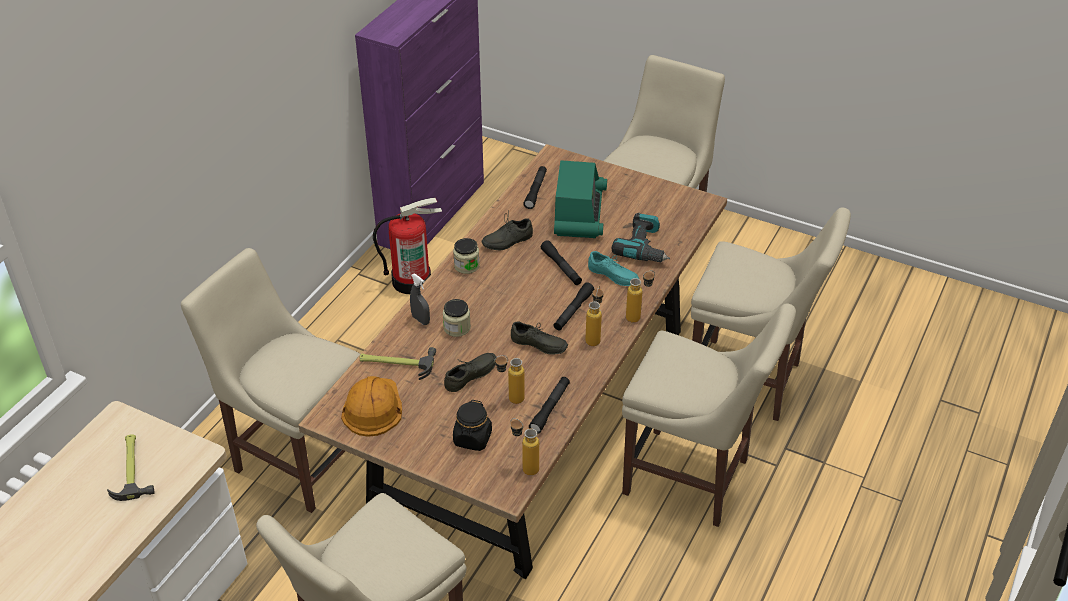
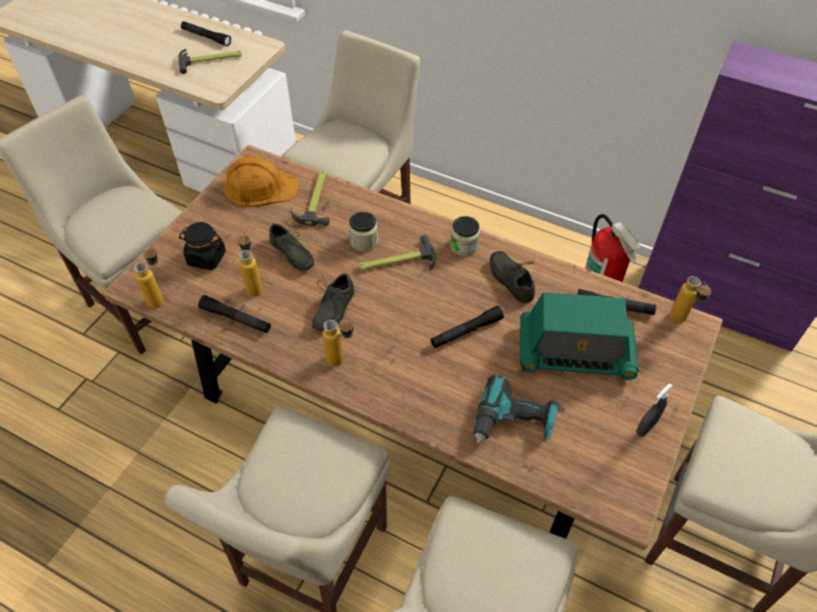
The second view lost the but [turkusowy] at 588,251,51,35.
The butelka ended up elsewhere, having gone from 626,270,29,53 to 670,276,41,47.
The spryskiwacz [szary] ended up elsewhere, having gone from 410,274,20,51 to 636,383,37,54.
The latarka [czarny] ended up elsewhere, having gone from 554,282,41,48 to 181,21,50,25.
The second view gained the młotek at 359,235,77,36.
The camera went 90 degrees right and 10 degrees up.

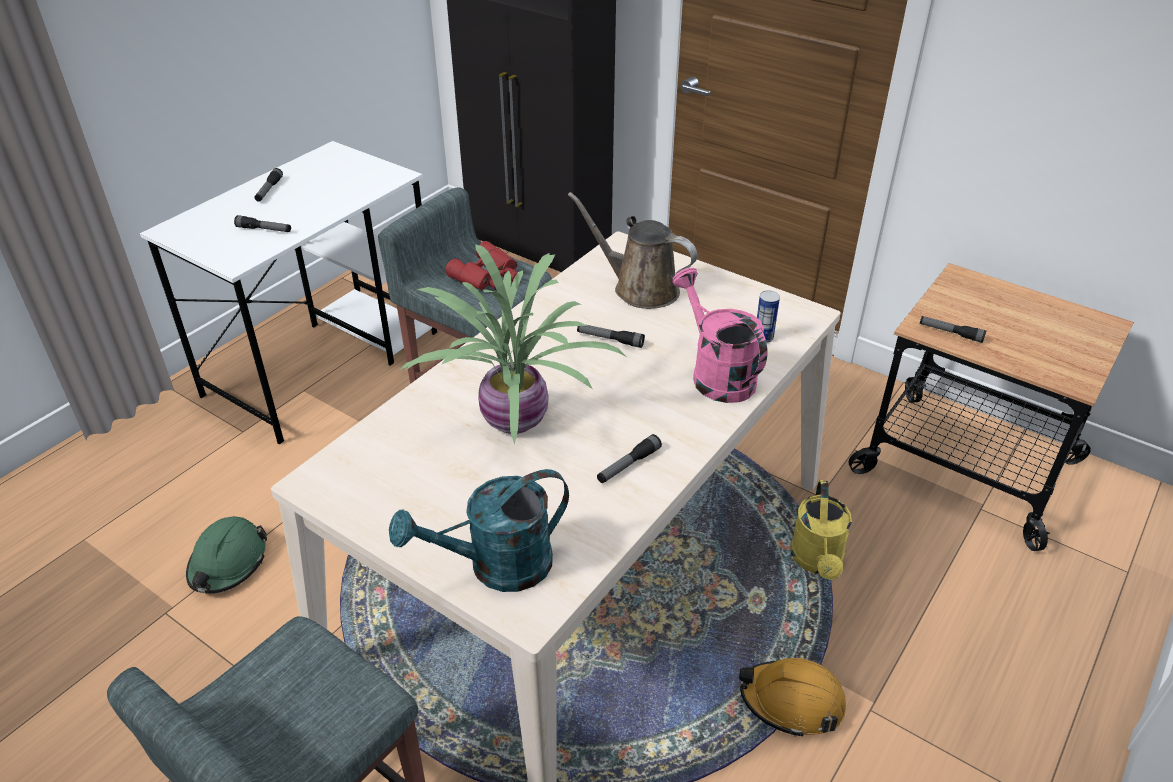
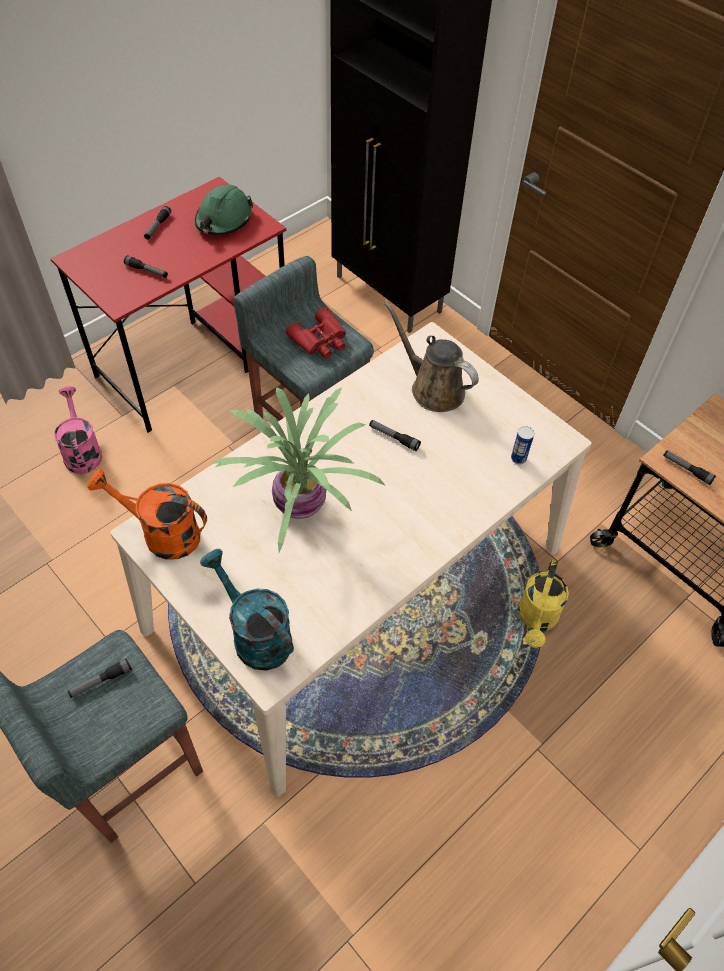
What was the biurko [biały] at 140,141,297,303 turned into the biurko [czerwony] at 50,177,236,256.
The konewka [różowy] ended up elsewhere, having gone from 672,268,95,135 to 54,386,48,88.
The latarka ended up elsewhere, having gone from 597,434,65,49 to 67,658,65,40.
The konewka [turkusowy] at 389,469,180,123 ended up facing another way, 60 degrees clockwise from before.
The kask [zielony] ended up elsewhere, having gone from 186,516,81,78 to 195,184,58,51.
The second view lost the kask [pomarańczowy] at 739,658,107,79.
The second view gained the konewka [pomarańczowy] at 87,469,120,91.
The camera went 10 degrees right and 15 degrees up.

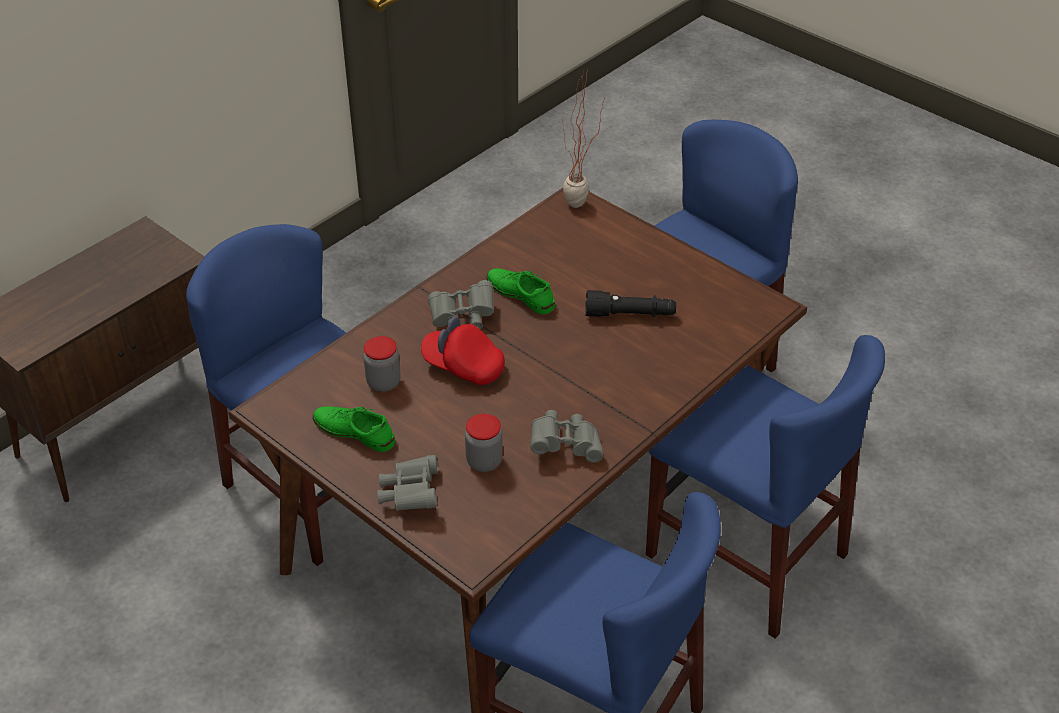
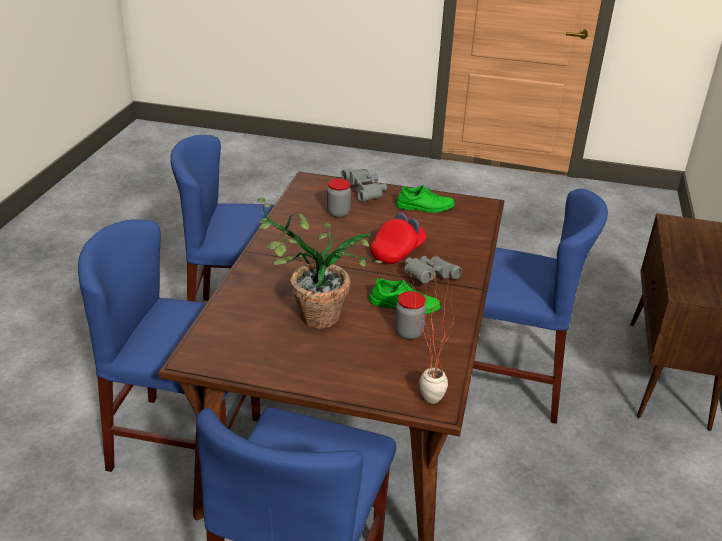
Where the latarka [czarny] stood at 585,290,91,28, the roślina doniczkowa came to stand at 257,198,125,131.
The czapka z daszkiem [czerwony] at 421,316,84,69 ended up facing another way, 45 degrees counterclockwise from before.
The słoik ended up elsewhere, having gone from 363,336,38,56 to 395,291,31,49.
The second view lost the lornetka [szary] at 530,410,74,53.
The camera went 150 degrees right and 10 degrees down.

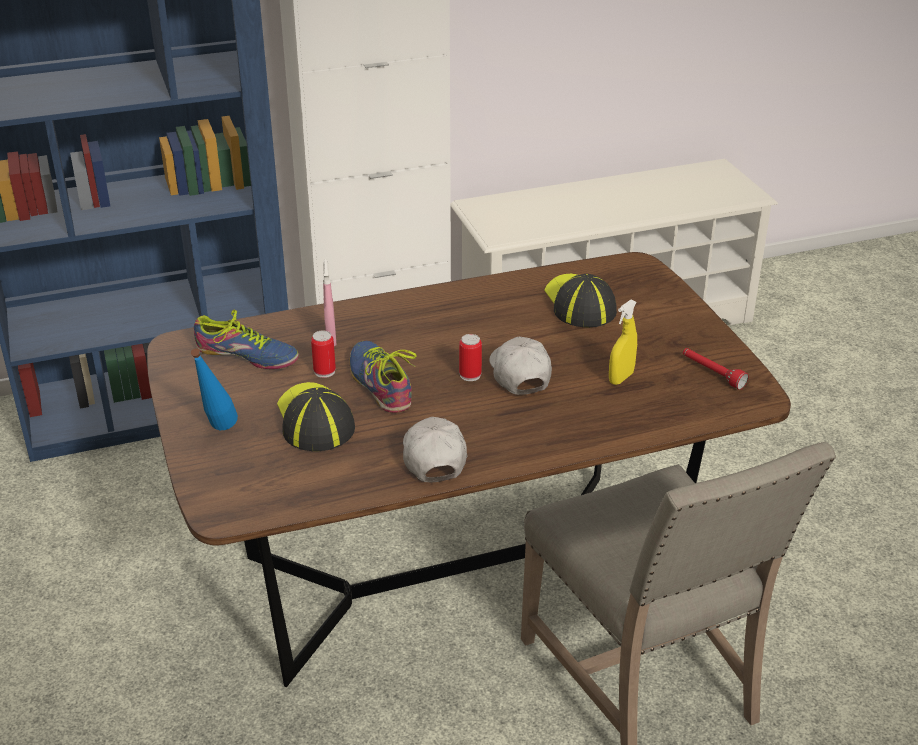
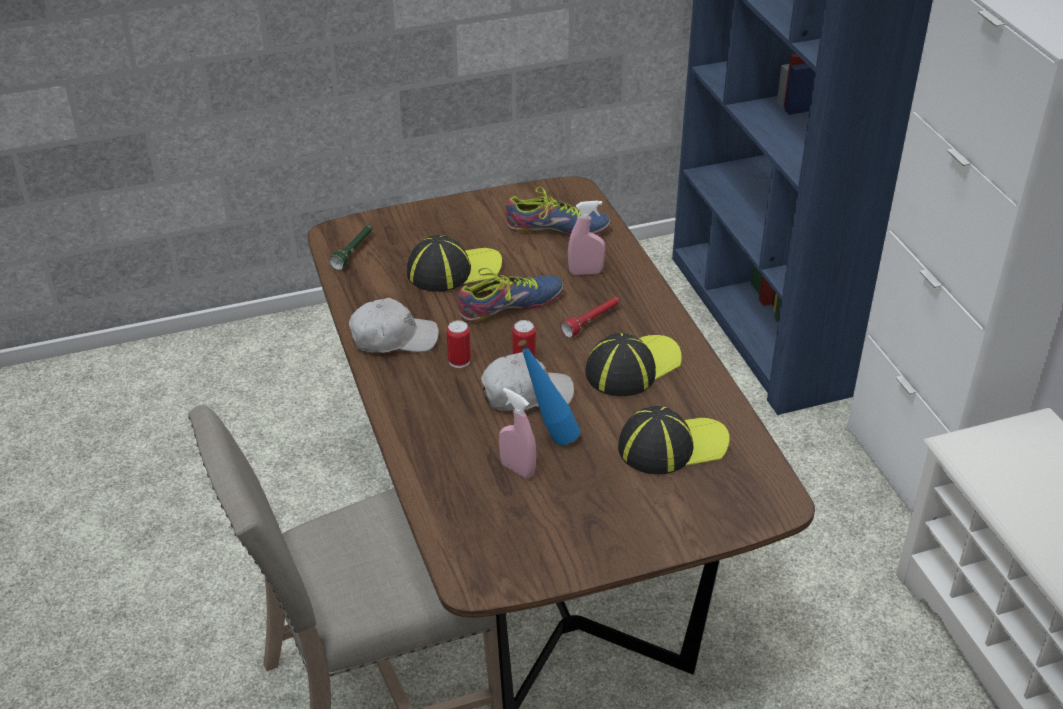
What was the spryskiwacz [żółty] at 609,300,28,85 turned into the spryskiwacz [różowy] at 499,388,37,90.
The but at 194,309,105,60 ended up facing another way, 105 degrees counterclockwise from before.
The puszka ended up elsewhere, having gone from 311,331,25,47 to 446,320,25,48.
The butelka [niebieski] ended up elsewhere, having gone from 191,348,47,82 to 518,340,62,105.
The latarka [czerwony] ended up elsewhere, having gone from 683,348,66,42 to 560,297,60,41.
The second view gained the latarka [zielony] at 329,225,44,45.
The second view gained the czapka z daszkiem at 585,333,97,63.
The camera went 90 degrees right and 5 degrees up.

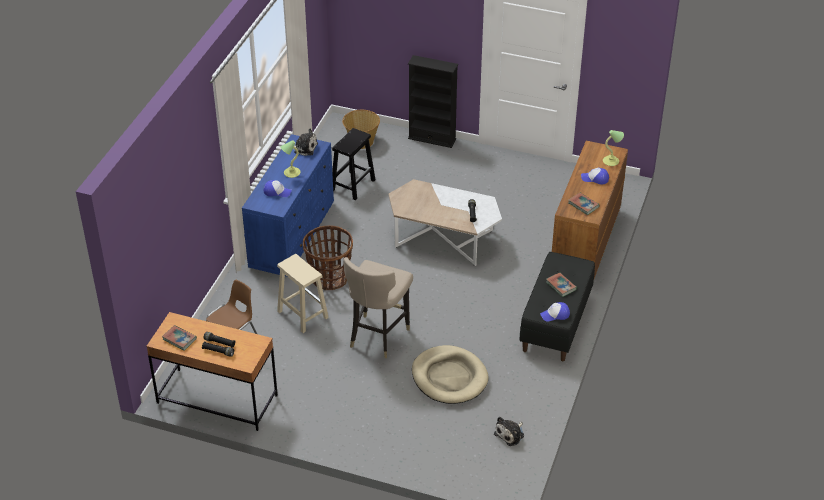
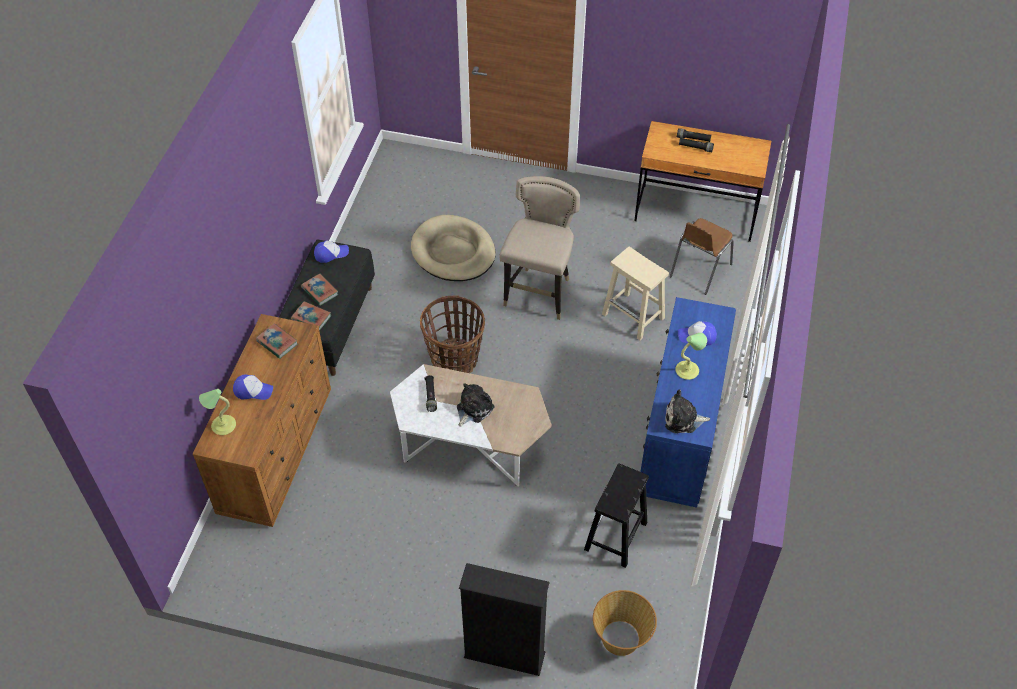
The koszyk ended up elsewhere, having gone from 303,225,50,65 to 420,295,65,78.
The książka ended up elsewhere, having gone from 162,325,35,25 to 291,301,40,30.
The pluszak ended up elsewhere, having gone from 494,417,30,29 to 457,383,37,44.
The camera went 175 degrees right and 10 degrees up.

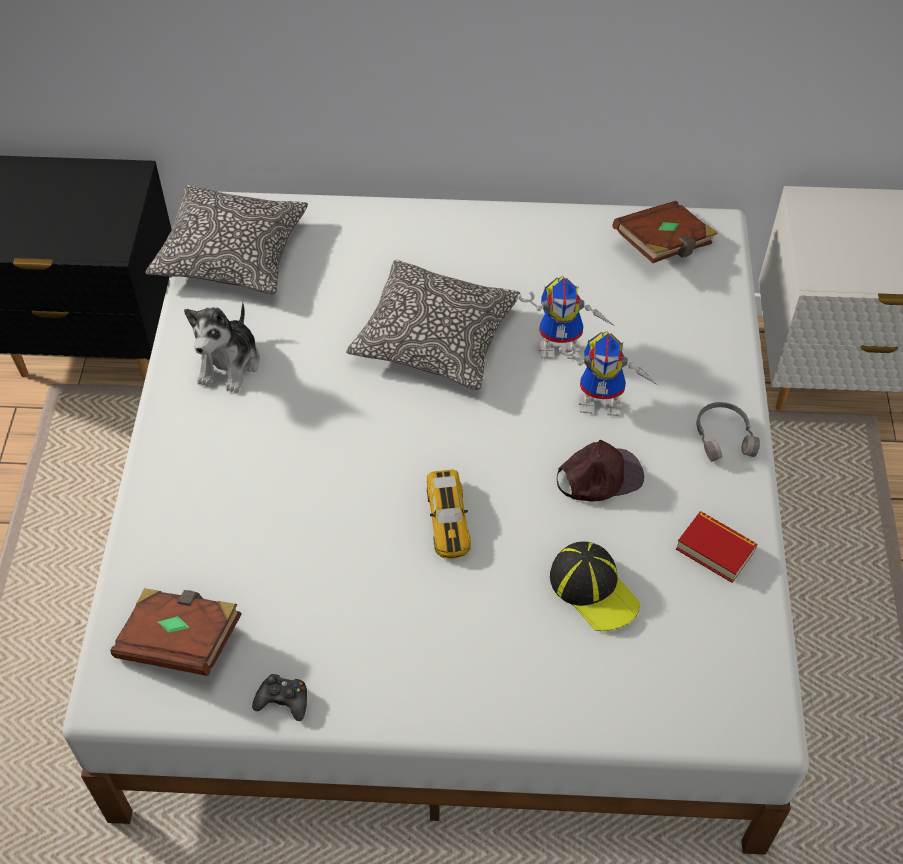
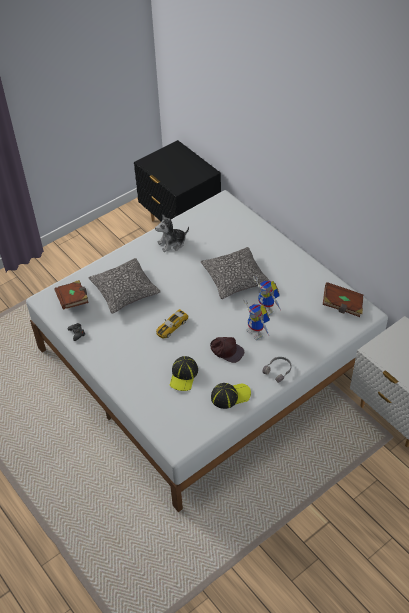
The poduszka ended up elsewhere, having gone from 145,185,163,109 to 89,258,72,56.
Where the książka stood at 676,511,81,72, the czapka z daszkiem came to stand at 211,383,40,26.
The camera went 50 degrees right and 5 degrees down.

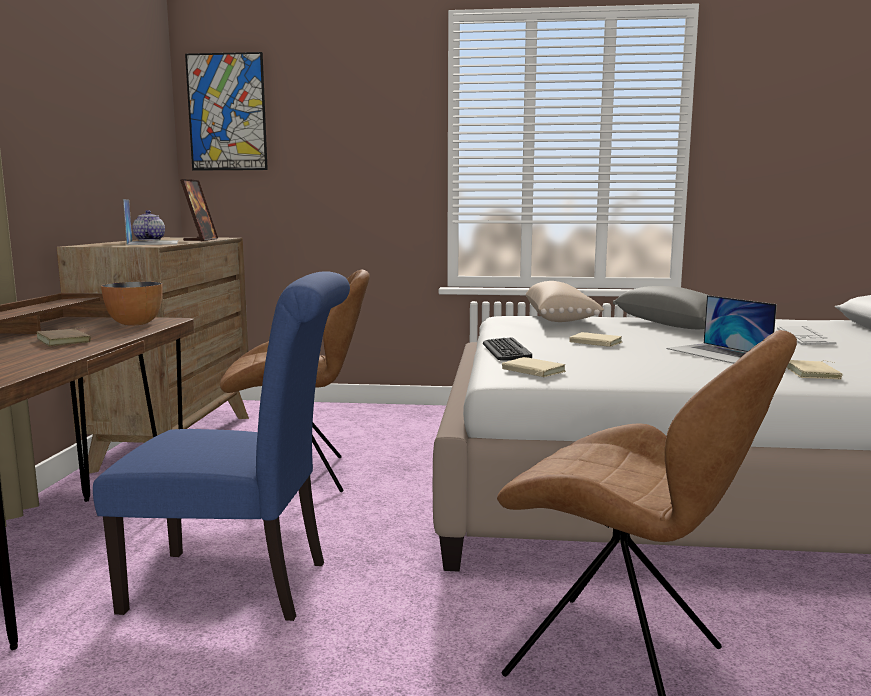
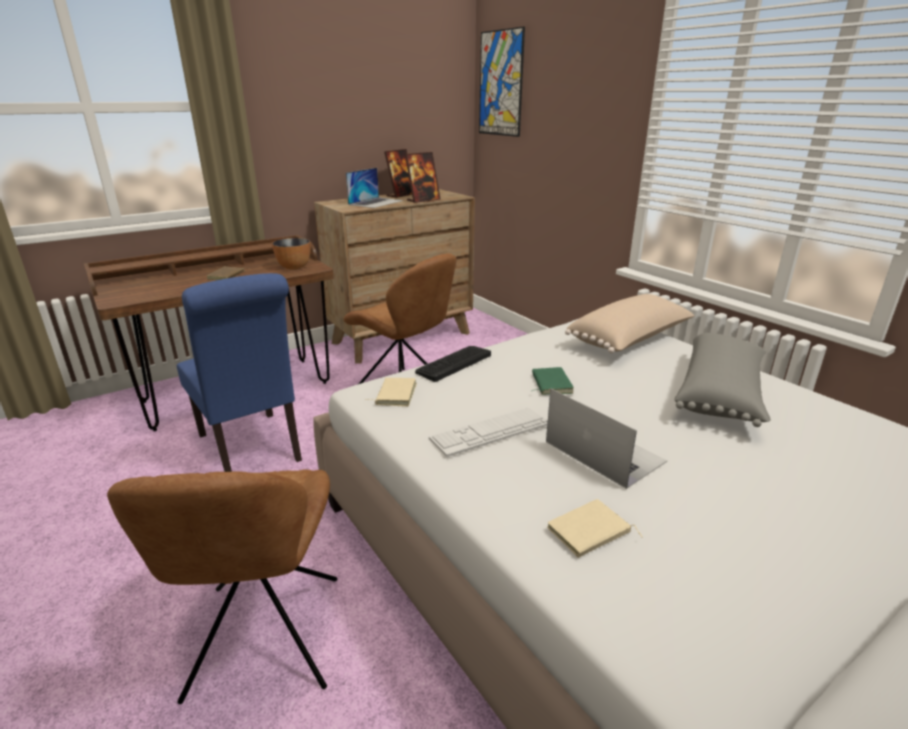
Where the imbryk stood at 133,210,32,30, the ramka na zdjęcie came to stand at 384,149,28,49.
The laptop at 666,295,111,69 ended up facing another way, 120 degrees clockwise from before.
The klawiatura ended up elsewhere, having gone from 777,326,59,19 to 429,408,119,49.
What was the książka [beżowy] at 569,332,53,15 turned into the książka [zielony] at 532,367,42,28.
The camera went 50 degrees right and 15 degrees up.

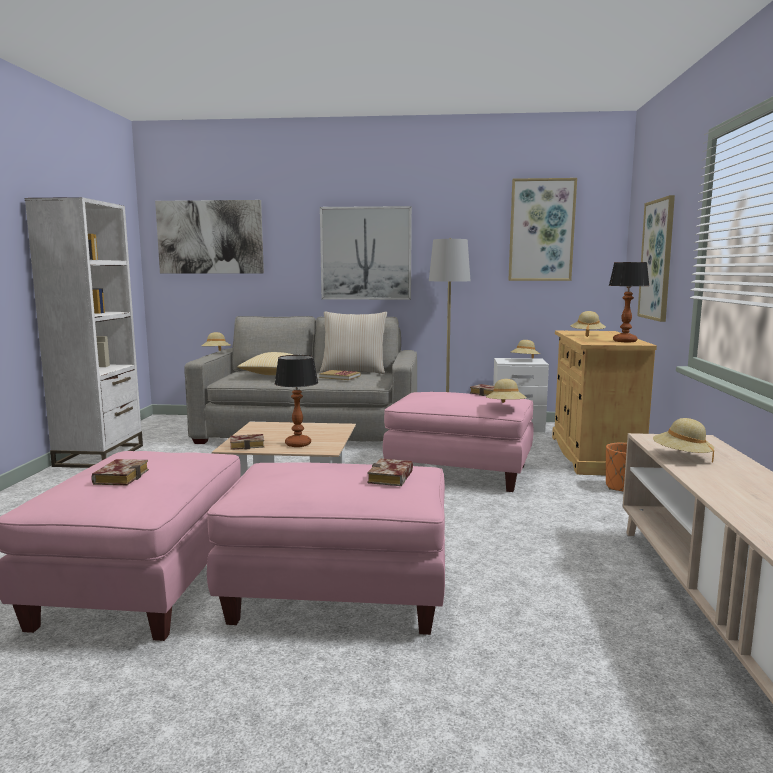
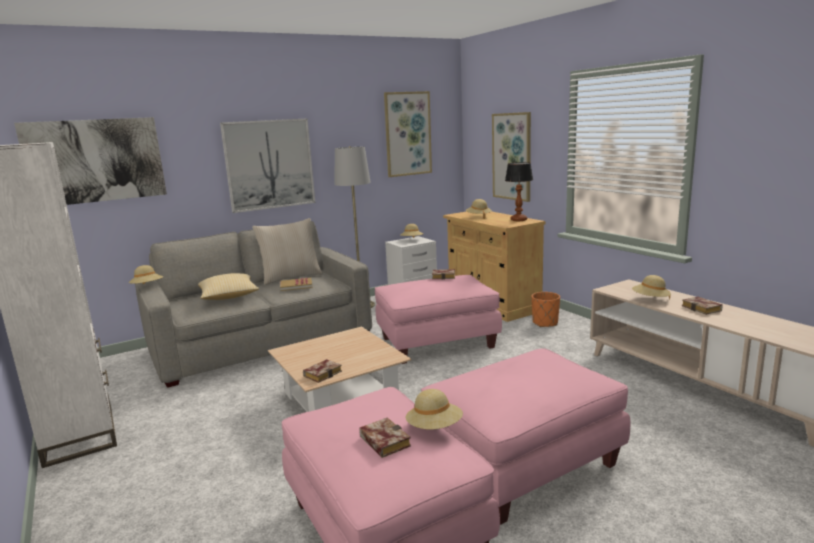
The second view lost the lampa stołowa at 275,355,43,92.
The kapelusz [beżowy] ended up elsewhere, having gone from 486,379,41,24 to 406,389,57,41.
The książka ended up elsewhere, having gone from 367,459,46,27 to 682,297,41,18.
The camera went 35 degrees left and 5 degrees up.

